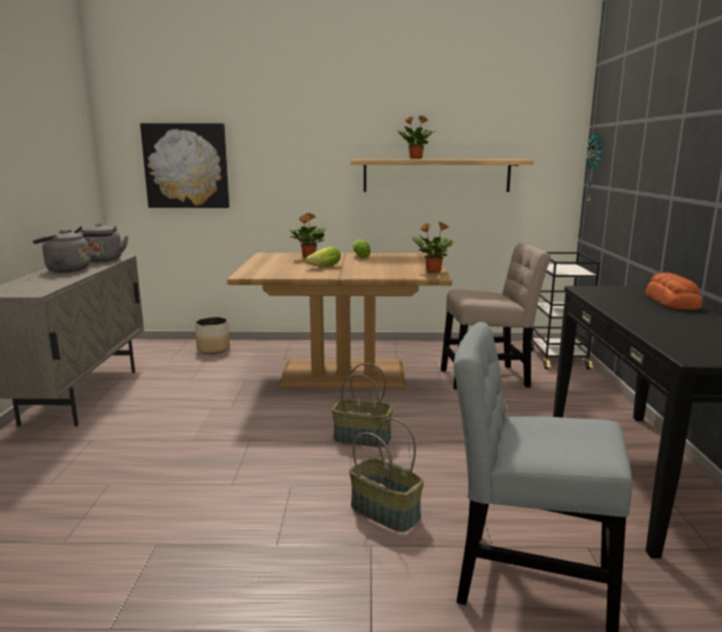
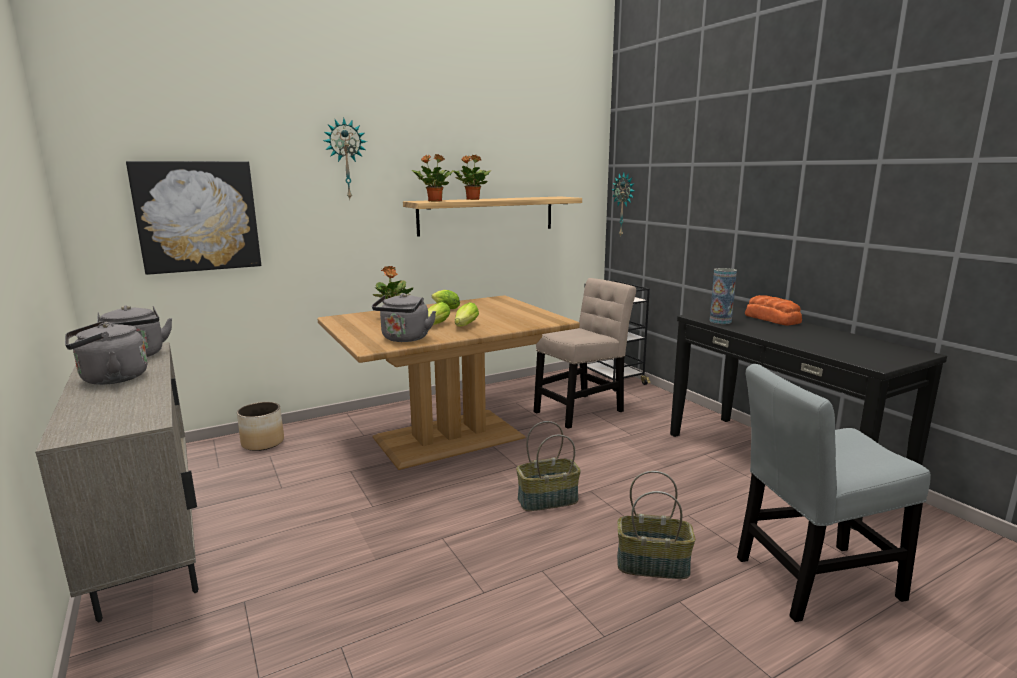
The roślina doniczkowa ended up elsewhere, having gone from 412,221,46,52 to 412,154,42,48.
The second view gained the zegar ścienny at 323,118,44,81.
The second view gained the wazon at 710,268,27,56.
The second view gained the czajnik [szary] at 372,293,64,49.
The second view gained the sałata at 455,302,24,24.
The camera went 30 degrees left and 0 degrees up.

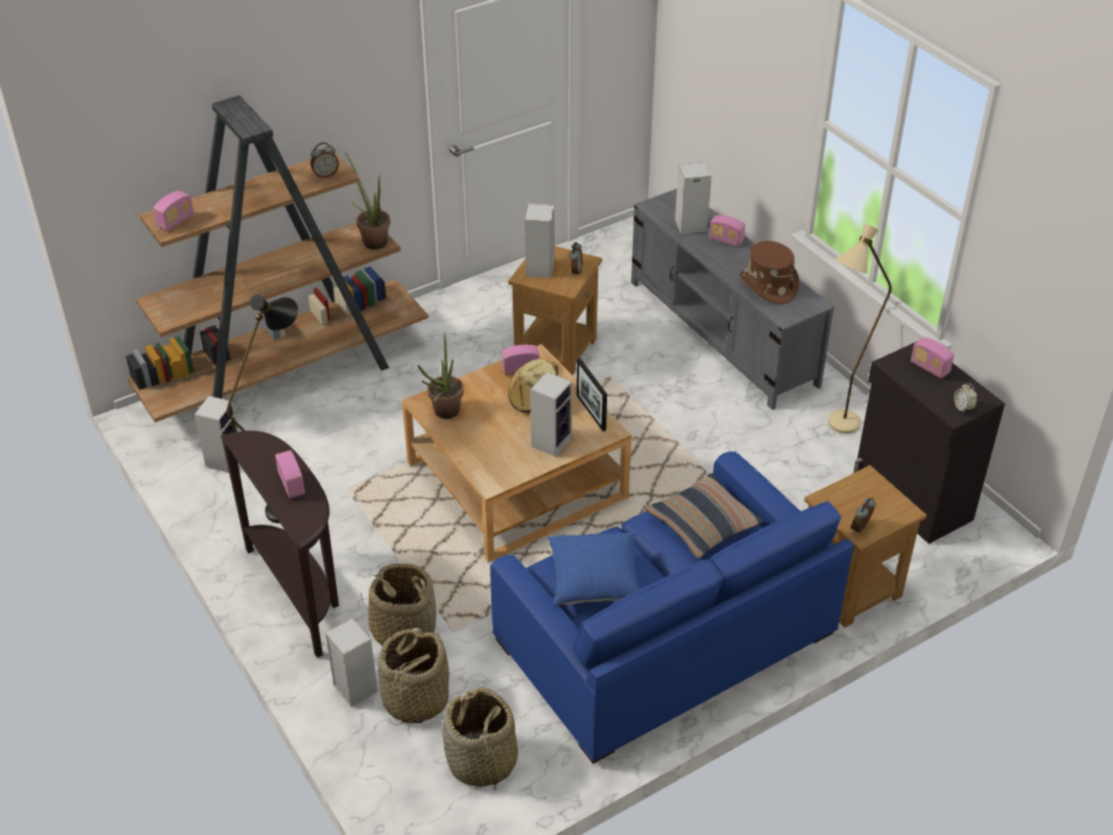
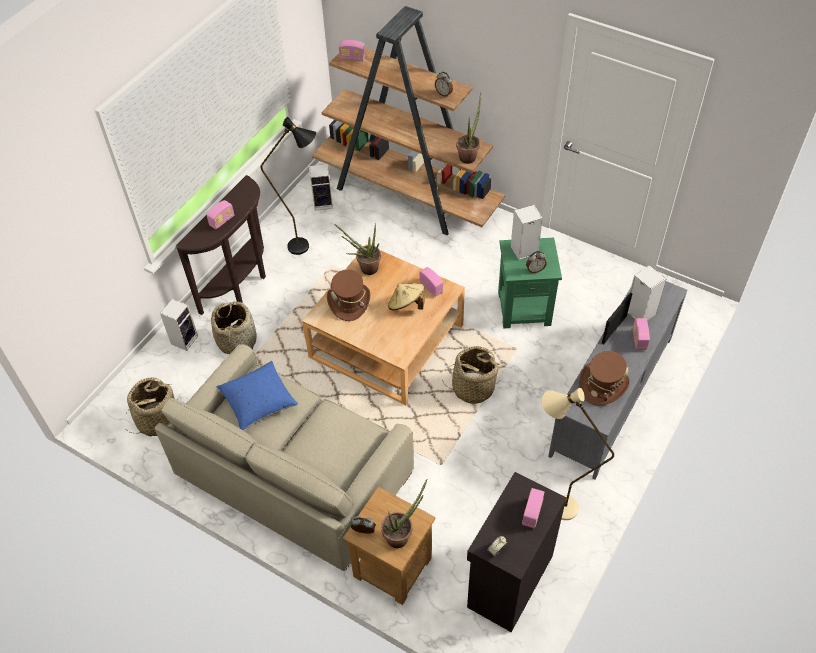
What was the stolik [brązowy] at 508,246,94,129 turned into the stolik [zielony] at 498,238,64,90.
The ramka na zdjęcie ended up elsewhere, having gone from 577,358,30,73 to 602,293,30,51.
The second view lost the głośnik at 530,372,42,85.
What was the kanapa [niebieski] at 490,451,364,313 turned into the kanapa [beżowy] at 155,344,259,227.
The second view lost the poduszka at 645,473,120,85.
The koszyk ended up elsewhere, having gone from 378,628,71,97 to 442,346,59,58.
The second view gained the kapelusz [brązowy] at 327,269,43,52.
The second view gained the roślina doniczkowa at 381,479,46,69.
The camera went 65 degrees right and 10 degrees up.

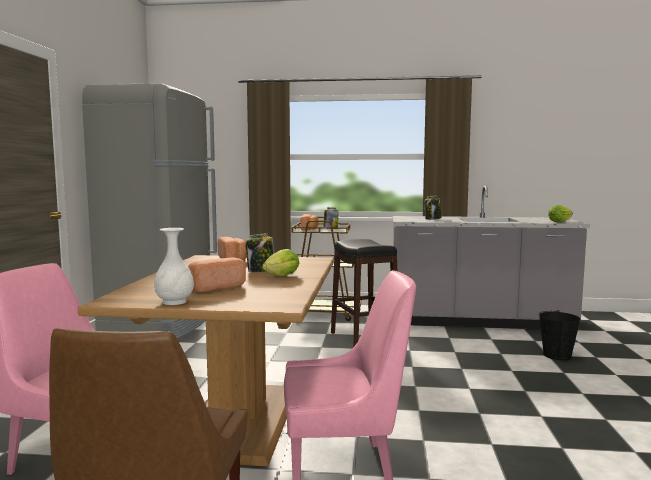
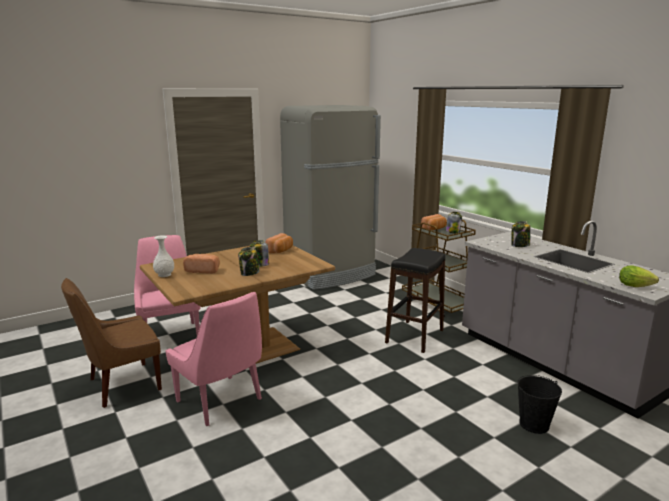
Where the sałata stood at 262,249,37,27, the słoik came to stand at 238,247,22,29.
The camera went 50 degrees right and 10 degrees up.

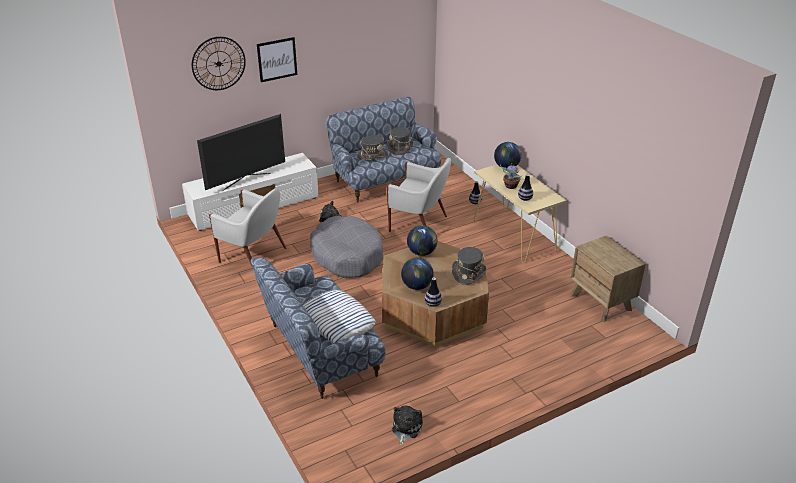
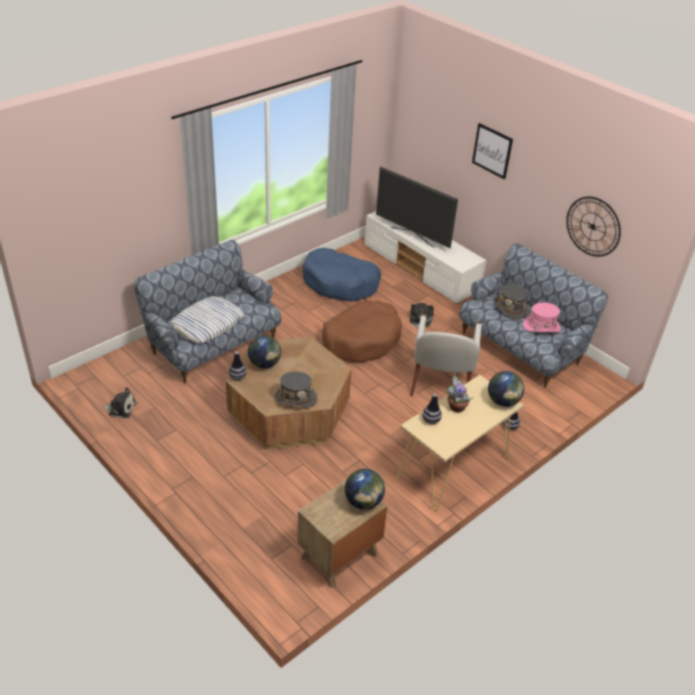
The zegar ścienny ended up elsewhere, having gone from 192,37,54,53 to 566,196,55,61.
What was the kapelusz [szary] at 387,127,27,28 turned into the kapelusz [różowy] at 523,302,38,30.
Where the fotel [biały] stood at 209,188,77,78, the legowisko [niebieski] came to stand at 302,248,79,53.
What was the legowisko [szary] at 310,216,73,62 turned into the legowisko [brązowy] at 322,300,80,62.
The globus ended up elsewhere, having gone from 407,225,30,31 to 345,469,40,41.
The camera went 75 degrees right and 5 degrees up.

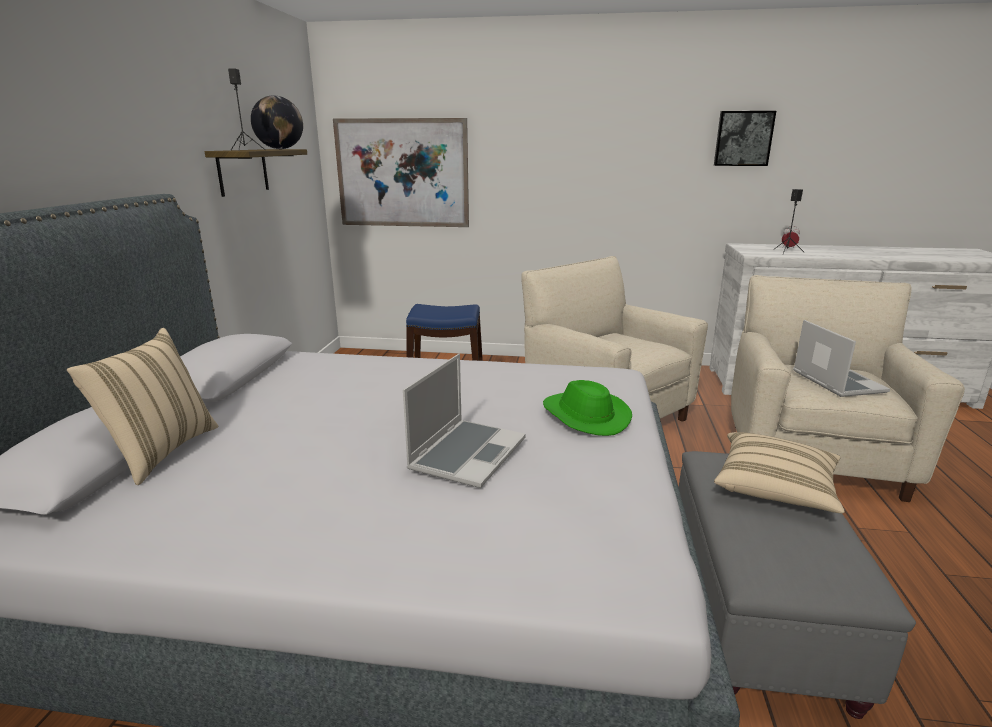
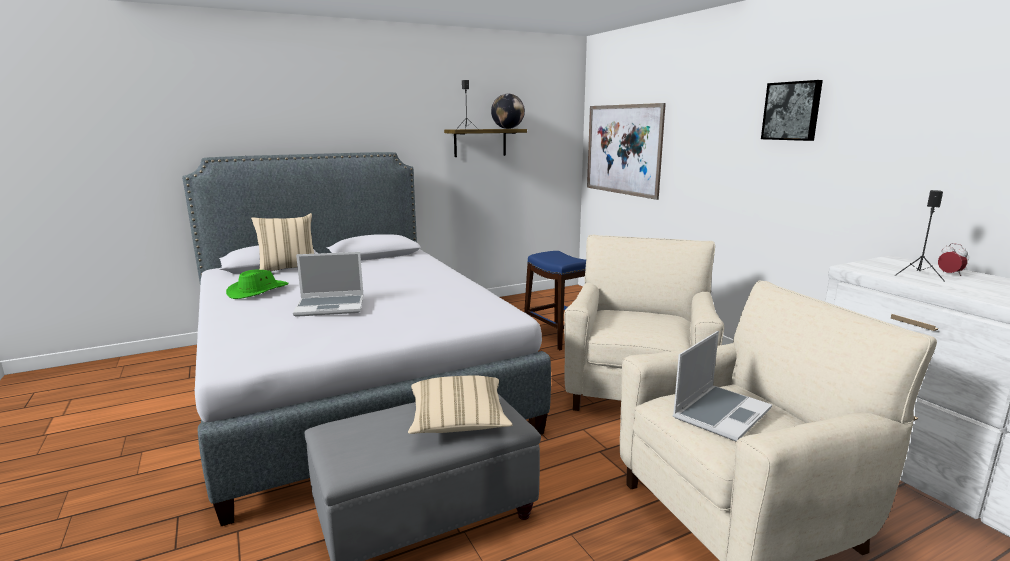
The obraz ended up elsewhere, having gone from 714,111,62,55 to 761,80,62,61.
The kapelusz [zielony] ended up elsewhere, having gone from 543,380,89,56 to 226,270,62,29.
The camera went 55 degrees right and 5 degrees down.

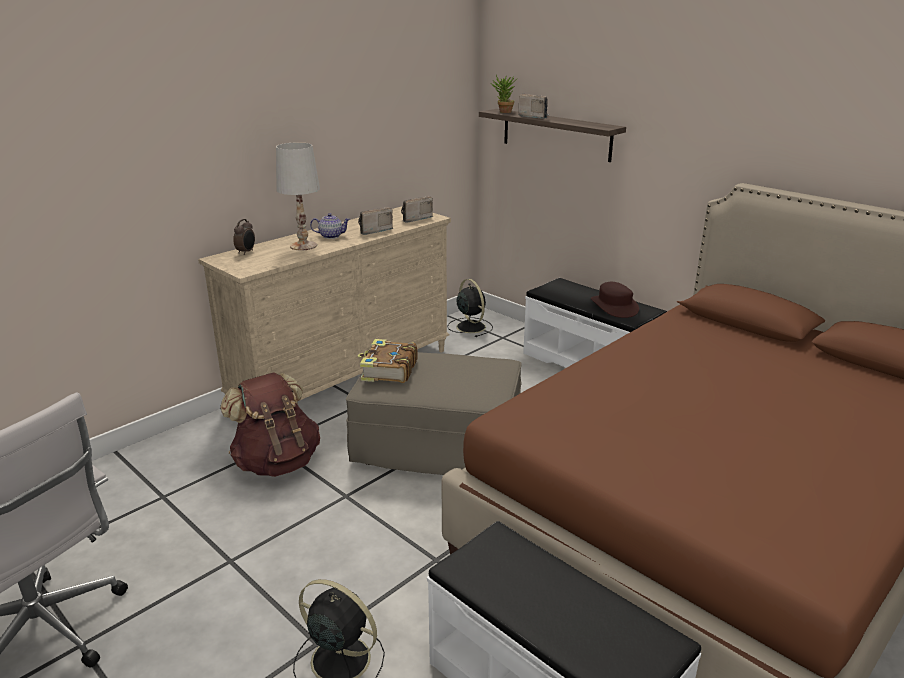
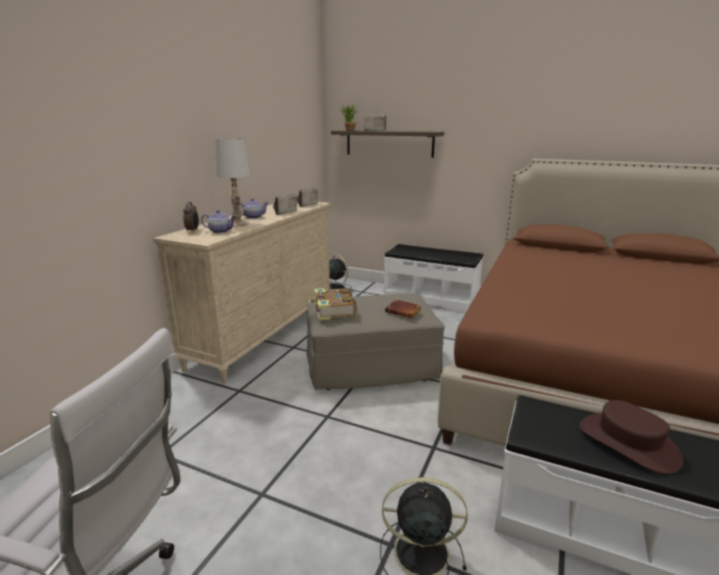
The kapelusz [brązowy] ended up elsewhere, having gone from 591,282,48,36 to 580,400,103,74.
The second view lost the plecak [brązowy] at 220,373,100,104.
The second view gained the imbryk at 201,210,35,23.
The second view gained the książka [brązowy] at 385,299,37,19.
The camera went 20 degrees left and 5 degrees down.

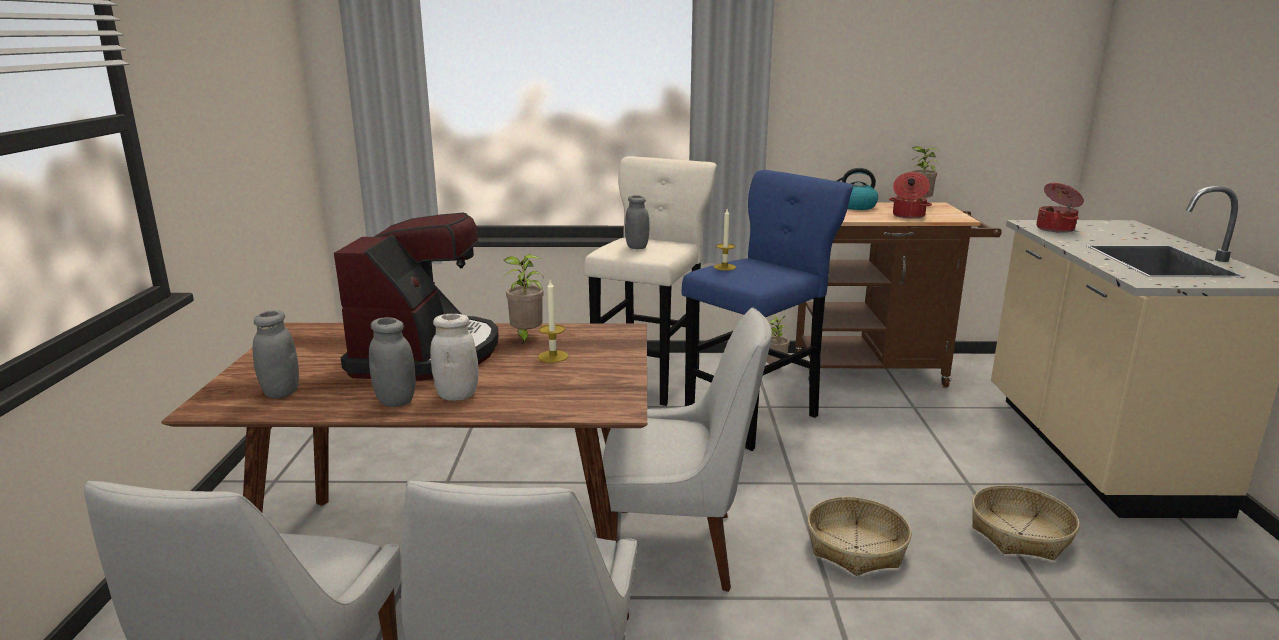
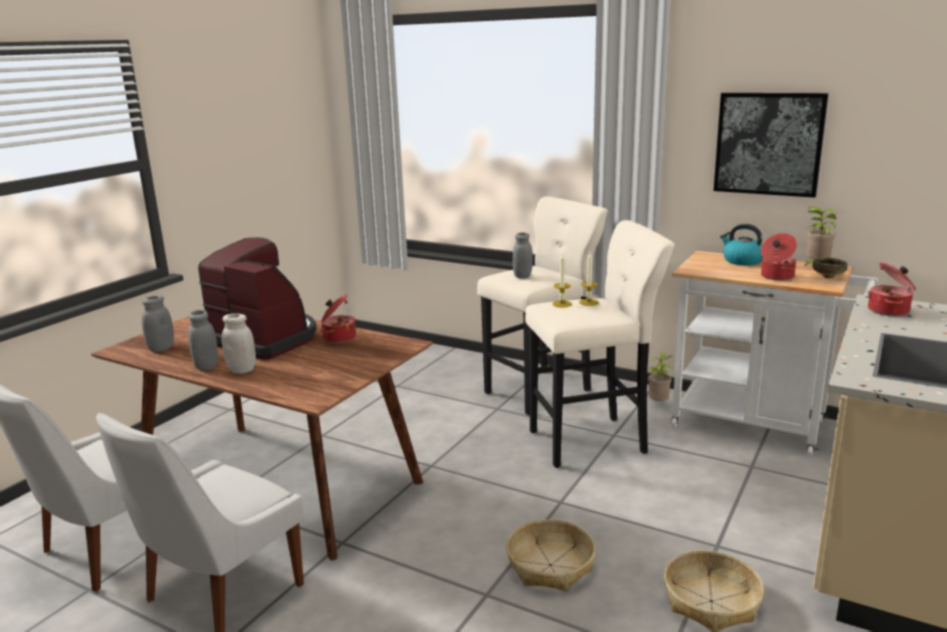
What was the stołek [niebieski] at 682,170,171,281 turned into the stołek [beżowy] at 525,220,150,248.
What was the wózek [brązowy] at 795,202,207,185 turned into the wózek [biały] at 671,251,207,205.
The ekspres do kawy at 334,213,165,168 ended up facing another way, 90 degrees counterclockwise from before.
Where the roślina doniczkowa stood at 504,254,40,91, the garnek came to stand at 321,294,35,49.
The świeca ended up elsewhere, having gone from 538,280,30,83 to 579,253,20,53.
The second view lost the krzesło [biały] at 603,308,169,284.
The second view gained the obraz at 714,93,115,105.
The second view gained the miska at 812,257,36,21.
The camera went 30 degrees right and 0 degrees up.

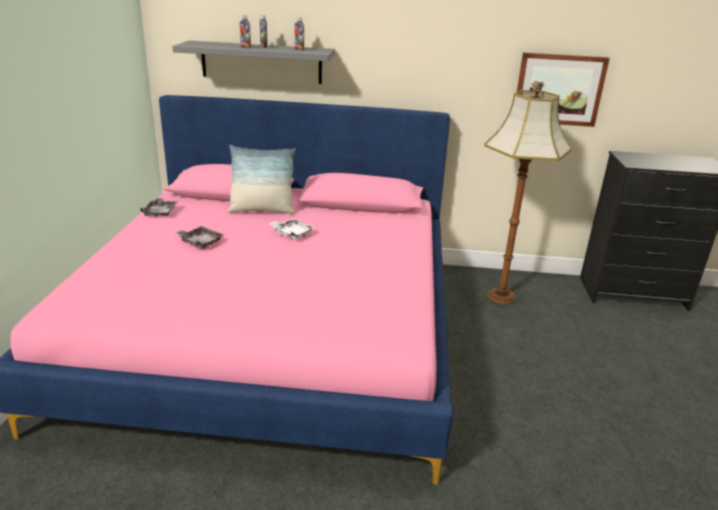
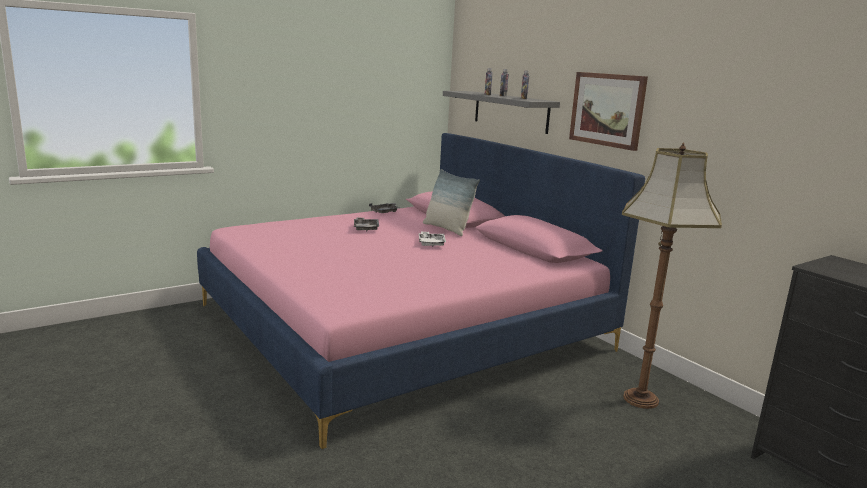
The obraz ended up elsewhere, having gone from 517,53,93,74 to 569,72,79,79.
The camera went 50 degrees right and 10 degrees down.

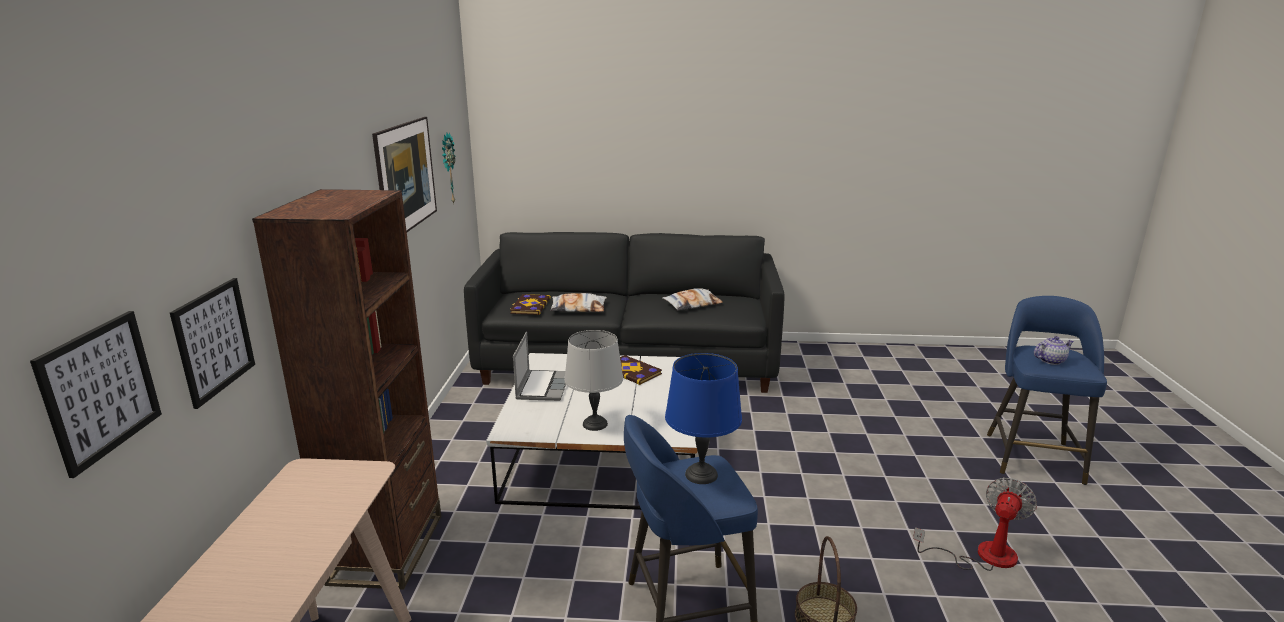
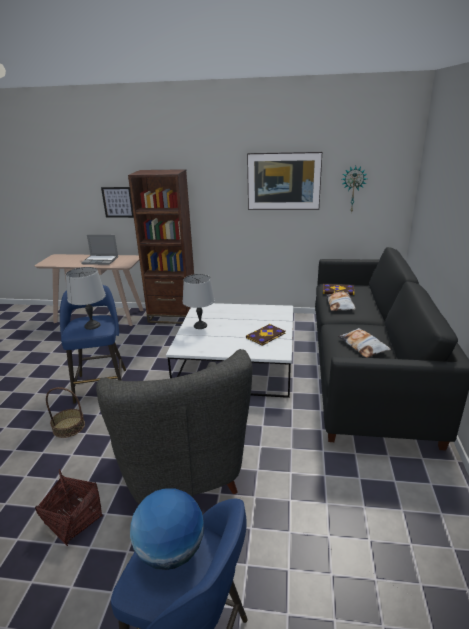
The second view lost the obraz at 30,311,132,167.
The laptop ended up elsewhere, having gone from 513,332,53,69 to 81,235,37,30.
Where the imbryk stood at 1034,336,40,29, the globus came to stand at 130,488,74,82.
What was the lampa stołowa [niebieski] at 665,353,77,131 turned into the lampa stołowa [szary] at 66,267,40,63.
Where the wentylator stood at 913,478,124,93, the koszyk came to stand at 35,469,68,77.
The second view gained the fotel [szary] at 96,349,157,155.
The camera went 95 degrees right and 5 degrees up.

